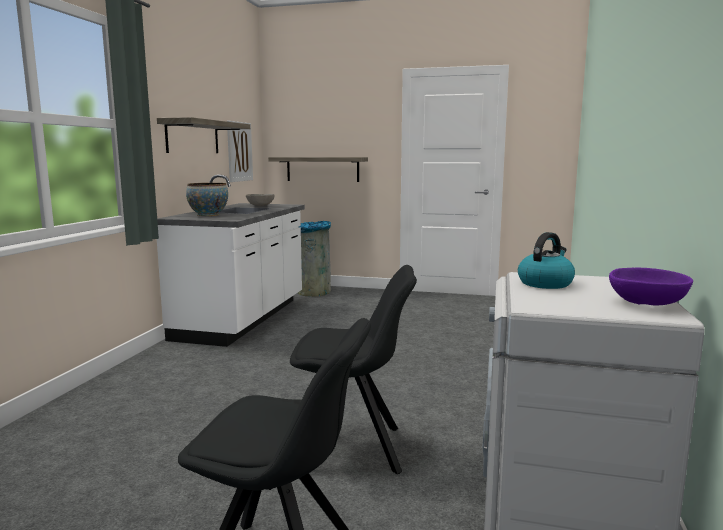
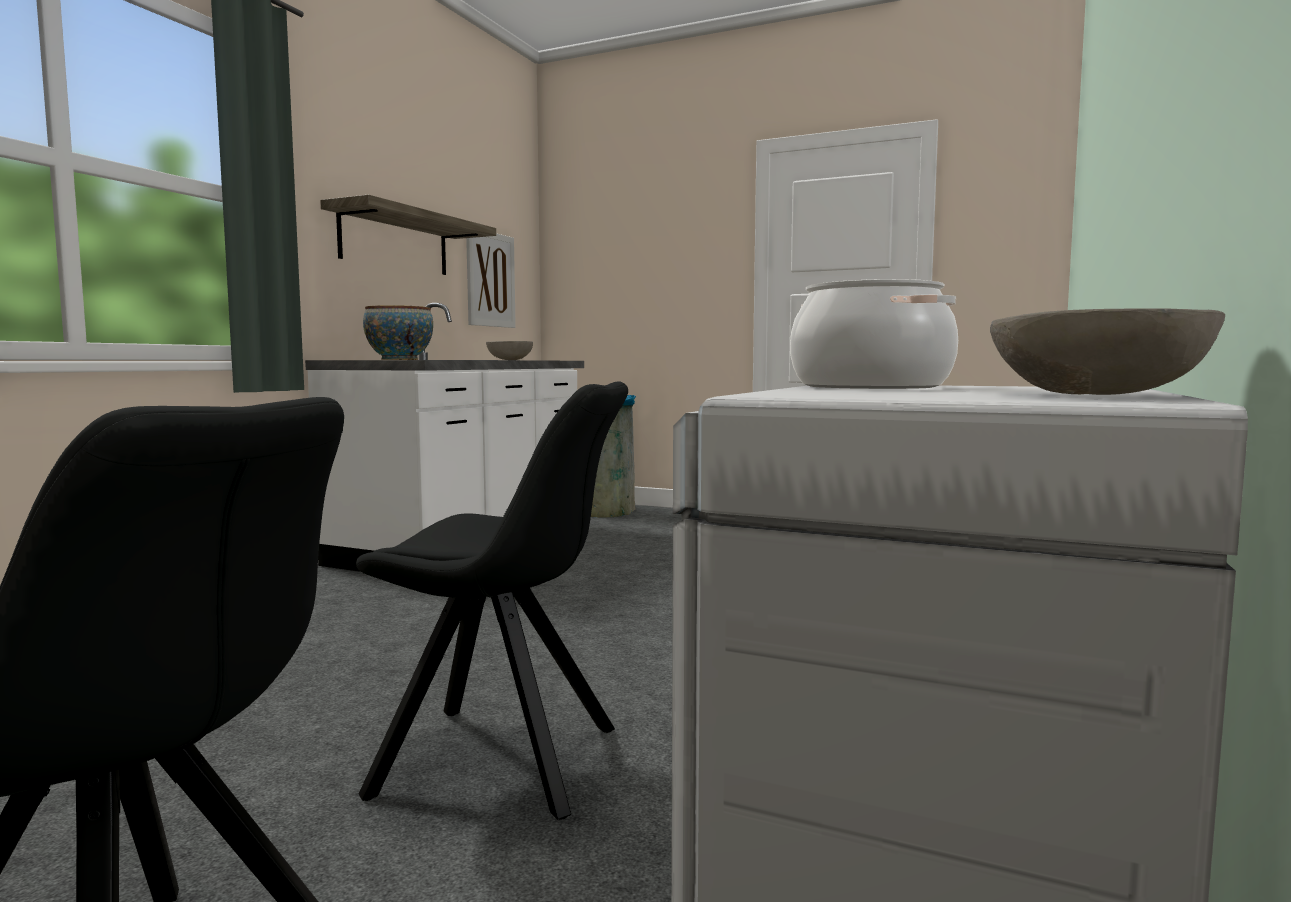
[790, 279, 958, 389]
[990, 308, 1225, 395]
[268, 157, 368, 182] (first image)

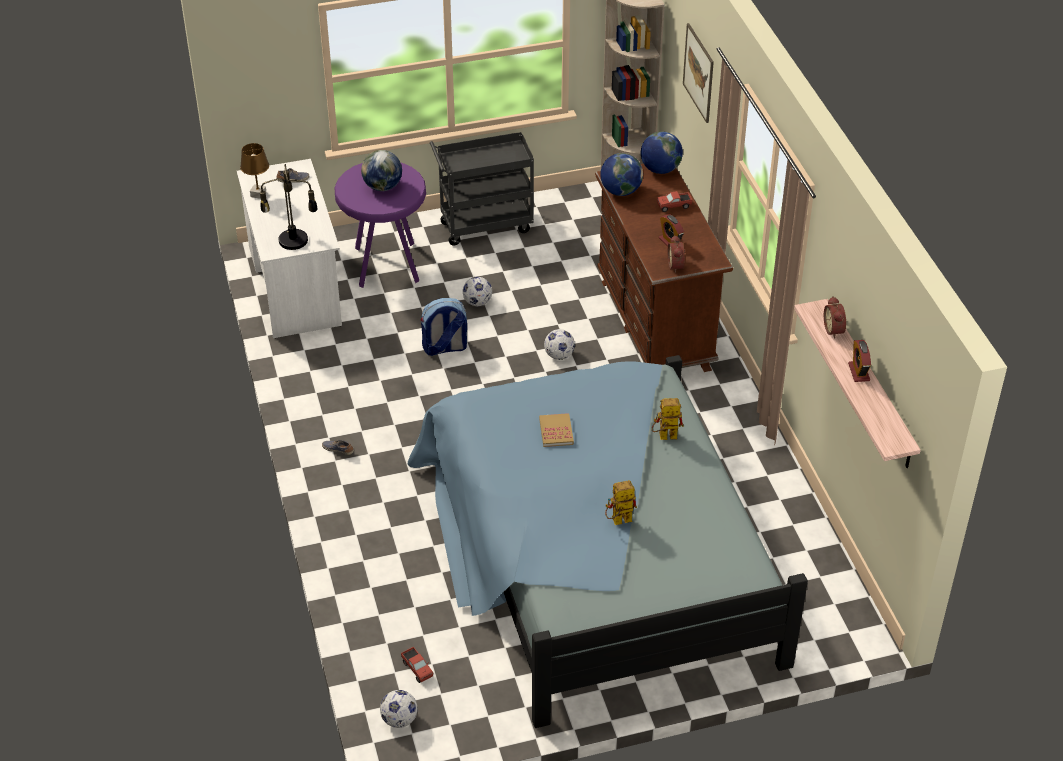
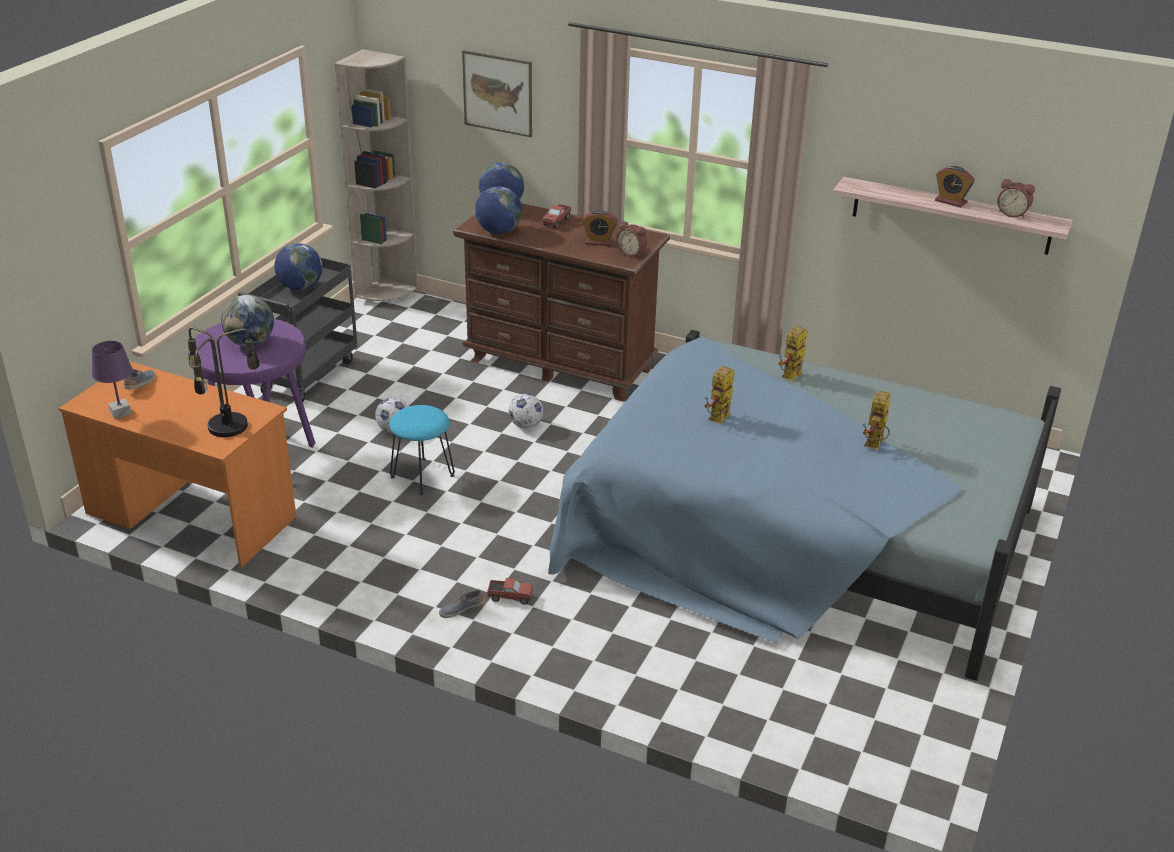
[59, 361, 296, 568]
[92, 341, 133, 419]
[274, 243, 322, 290]
[389, 405, 455, 496]
[487, 578, 533, 605]
[704, 366, 735, 424]
[997, 179, 1035, 218]
[380, 690, 417, 728] (first image)

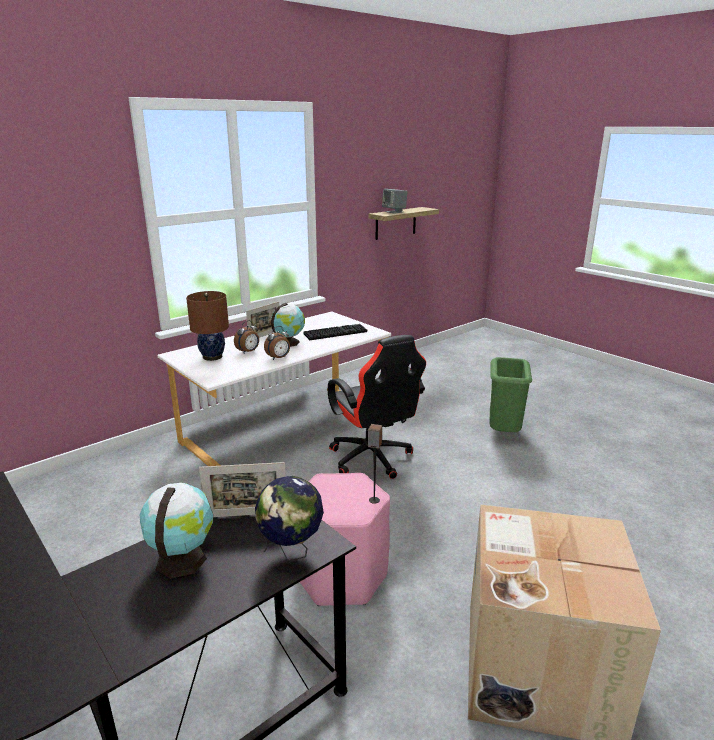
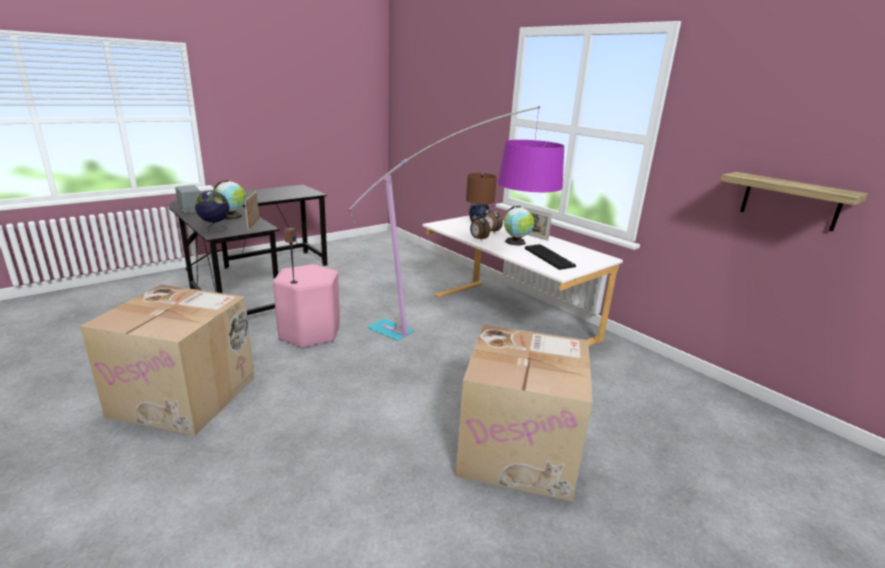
[175, 185, 201, 213]
[348, 106, 564, 341]
[456, 325, 593, 502]

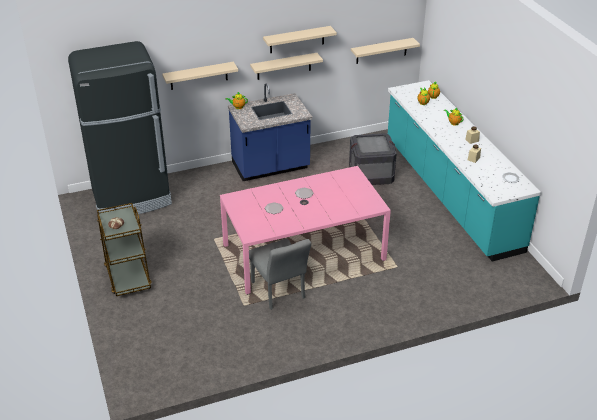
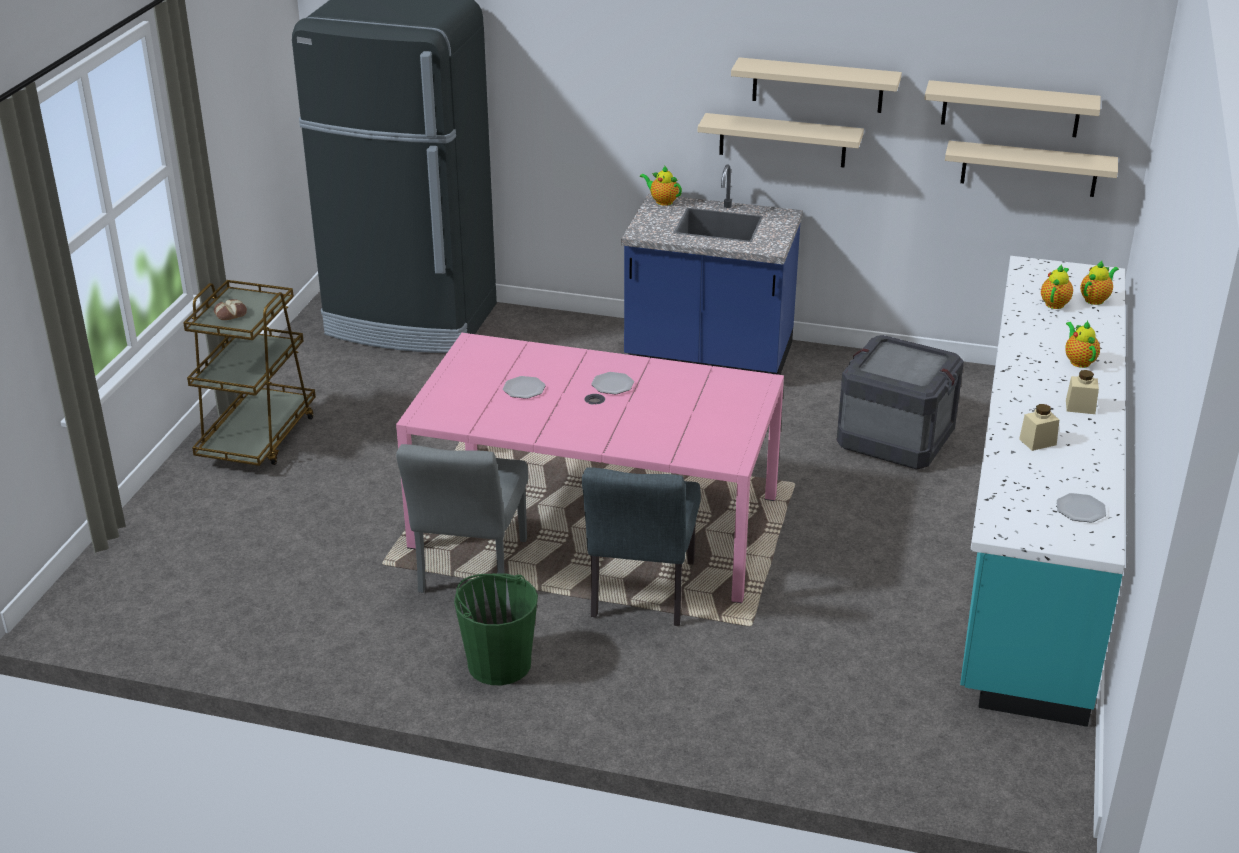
[454, 573, 538, 685]
[582, 467, 701, 626]
[924, 80, 1101, 137]

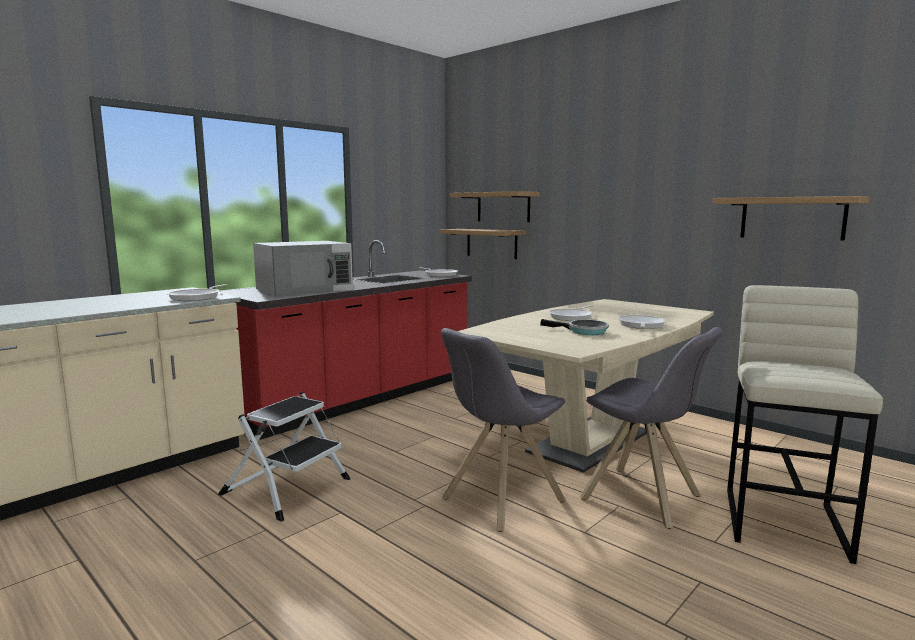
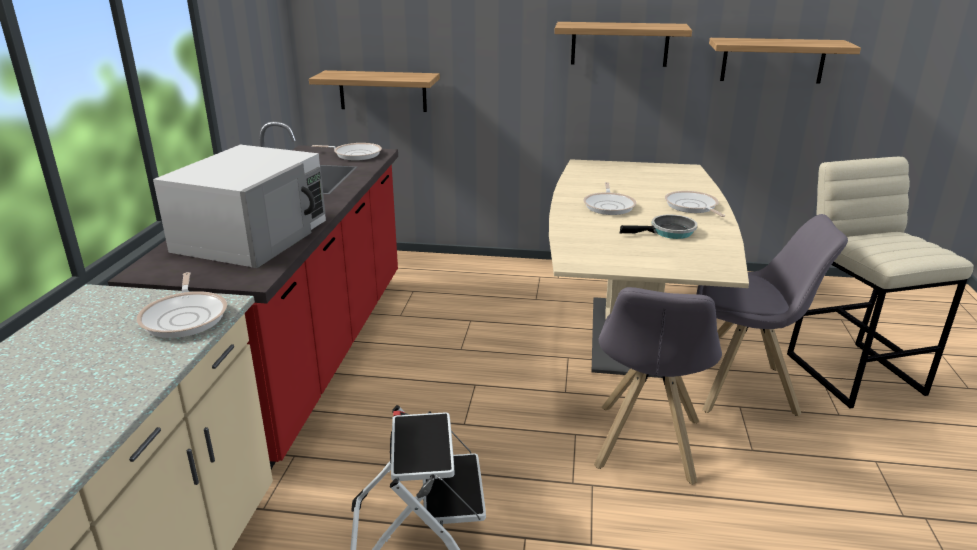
[554, 22, 692, 67]

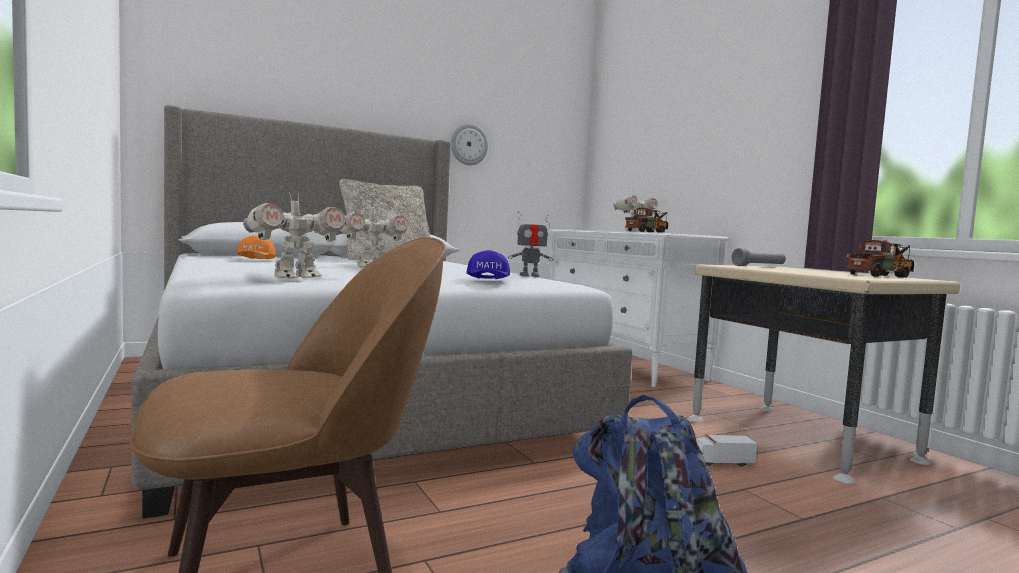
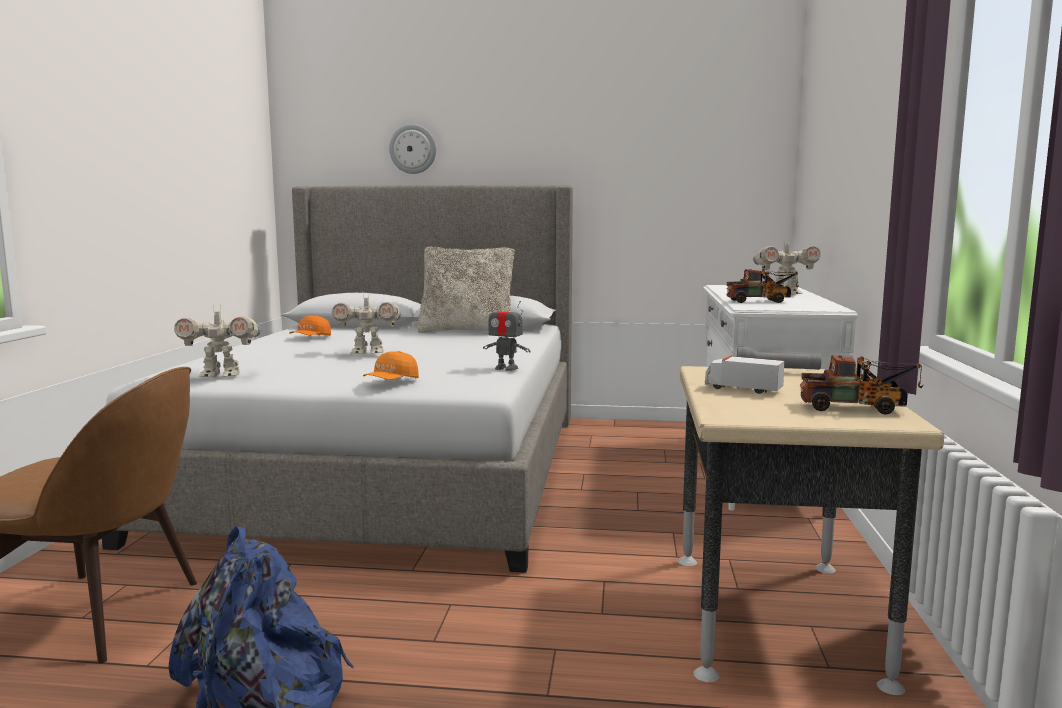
[363, 351, 419, 380]
[389, 124, 436, 174]
[705, 355, 785, 394]

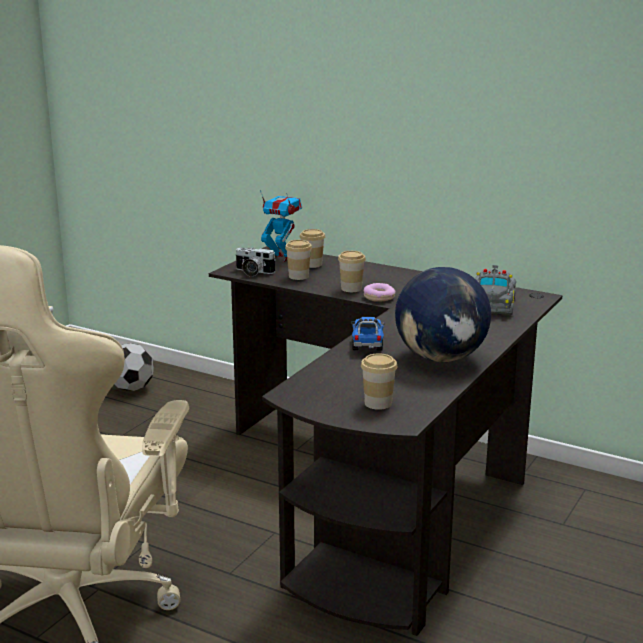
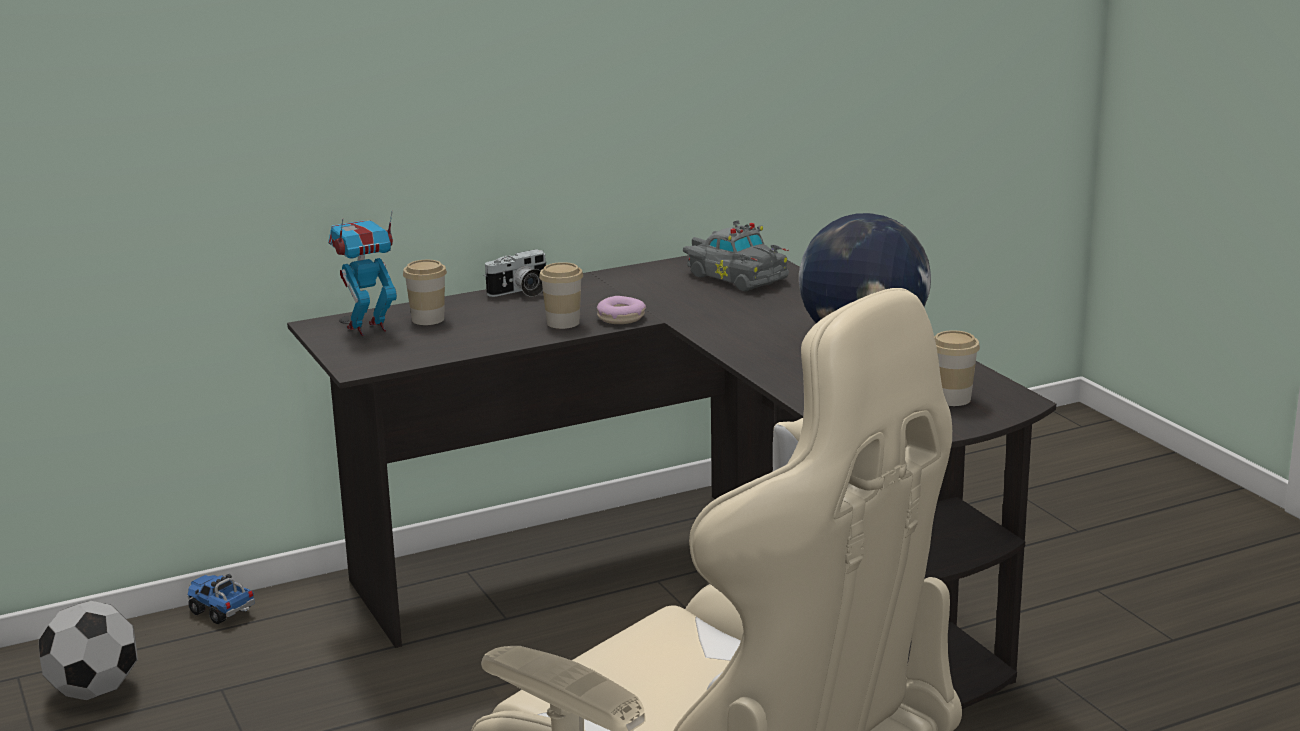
[187, 574, 255, 624]
[484, 249, 547, 297]
[285, 240, 312, 280] (first image)

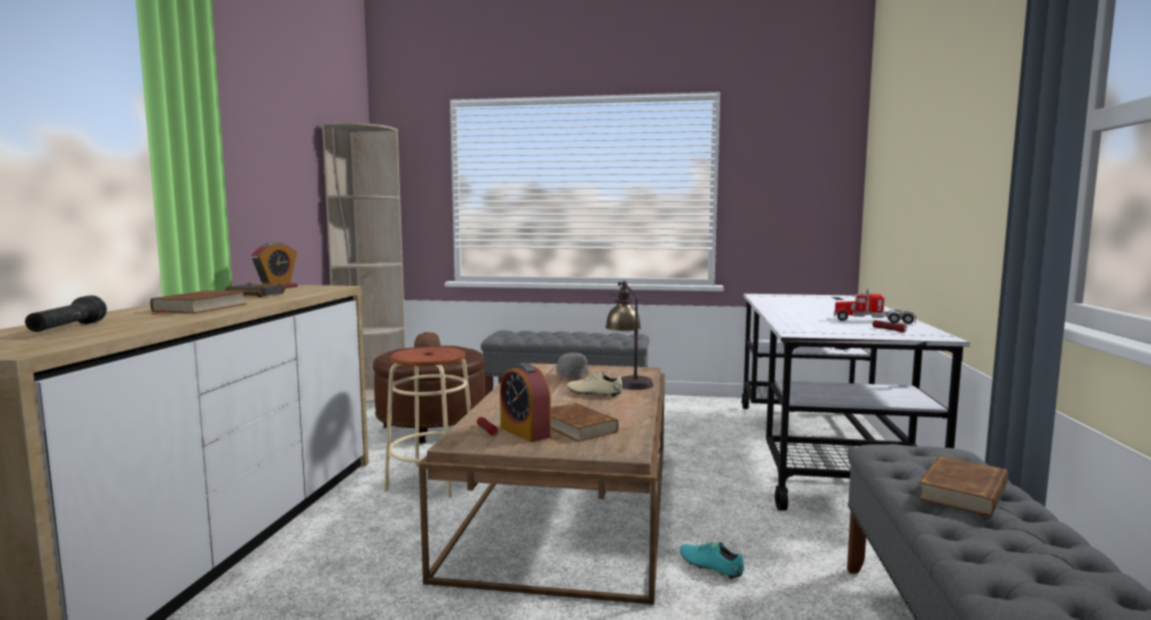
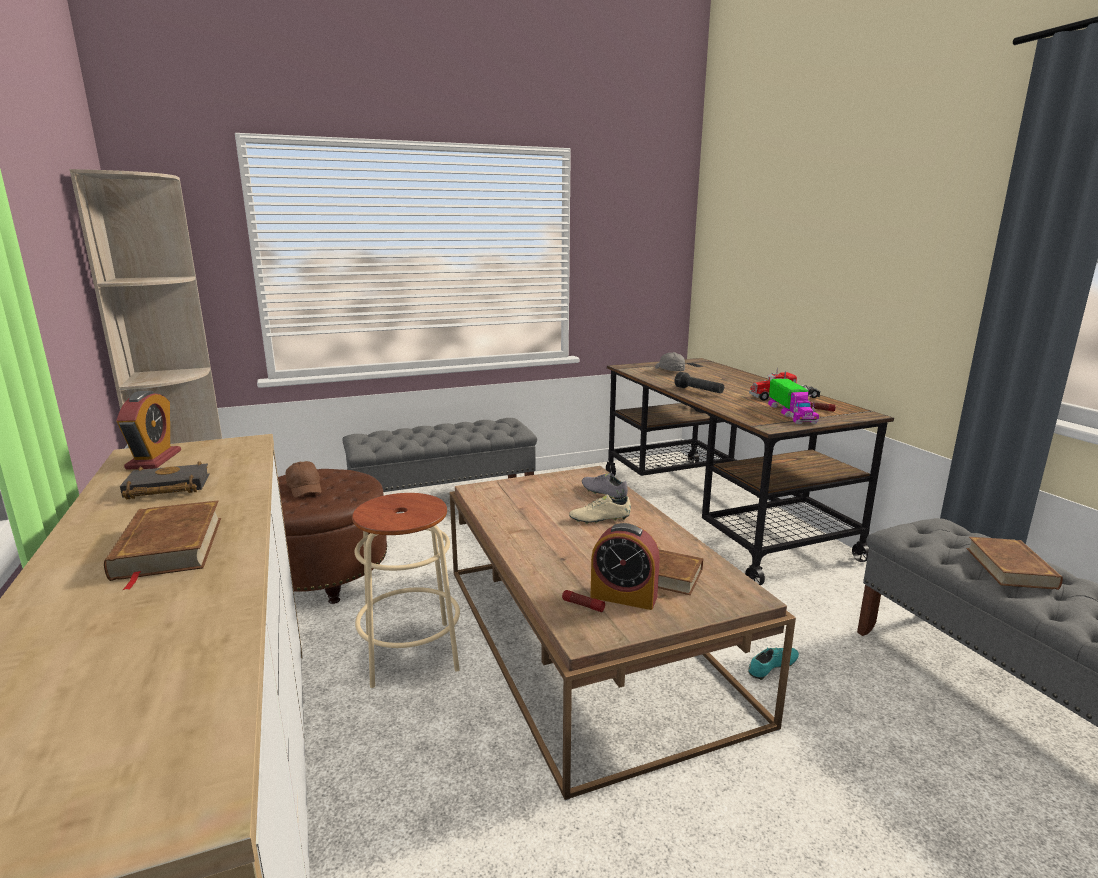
[582, 473, 628, 500]
[606, 358, 894, 585]
[655, 352, 685, 371]
[674, 372, 724, 393]
[748, 648, 799, 680]
[768, 379, 819, 424]

